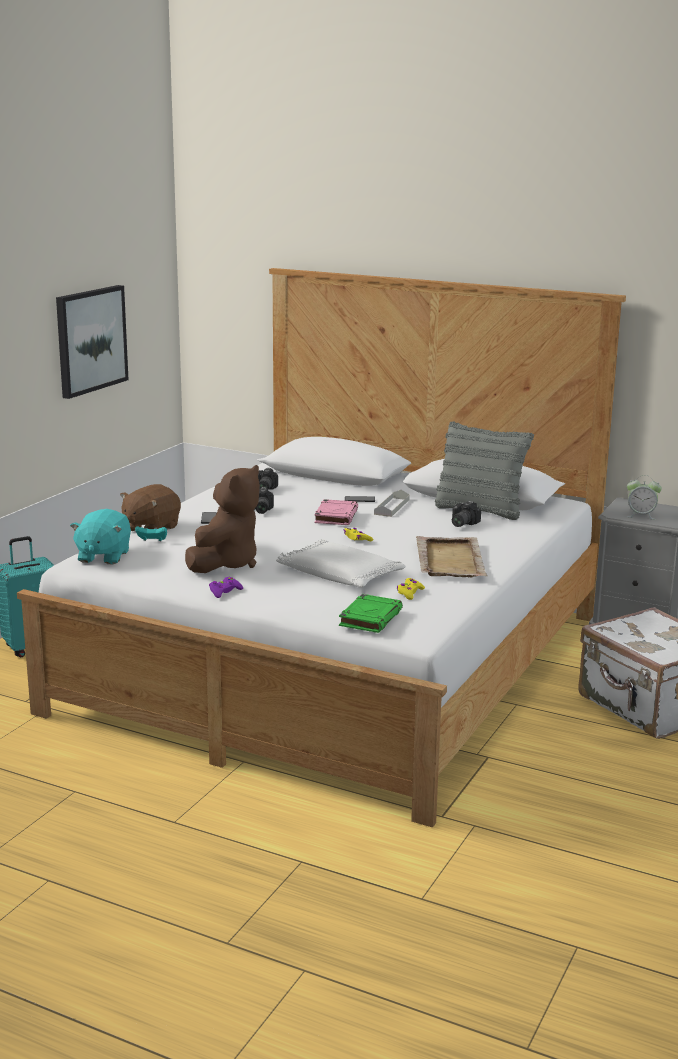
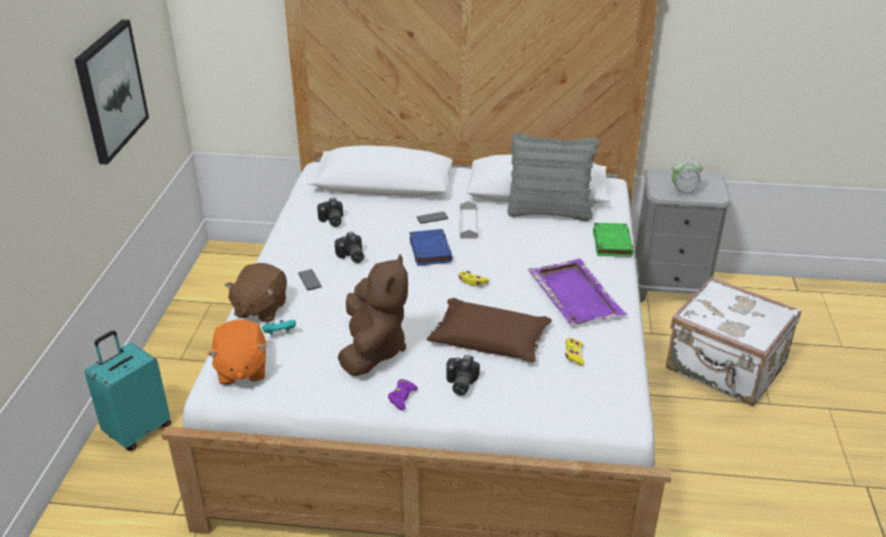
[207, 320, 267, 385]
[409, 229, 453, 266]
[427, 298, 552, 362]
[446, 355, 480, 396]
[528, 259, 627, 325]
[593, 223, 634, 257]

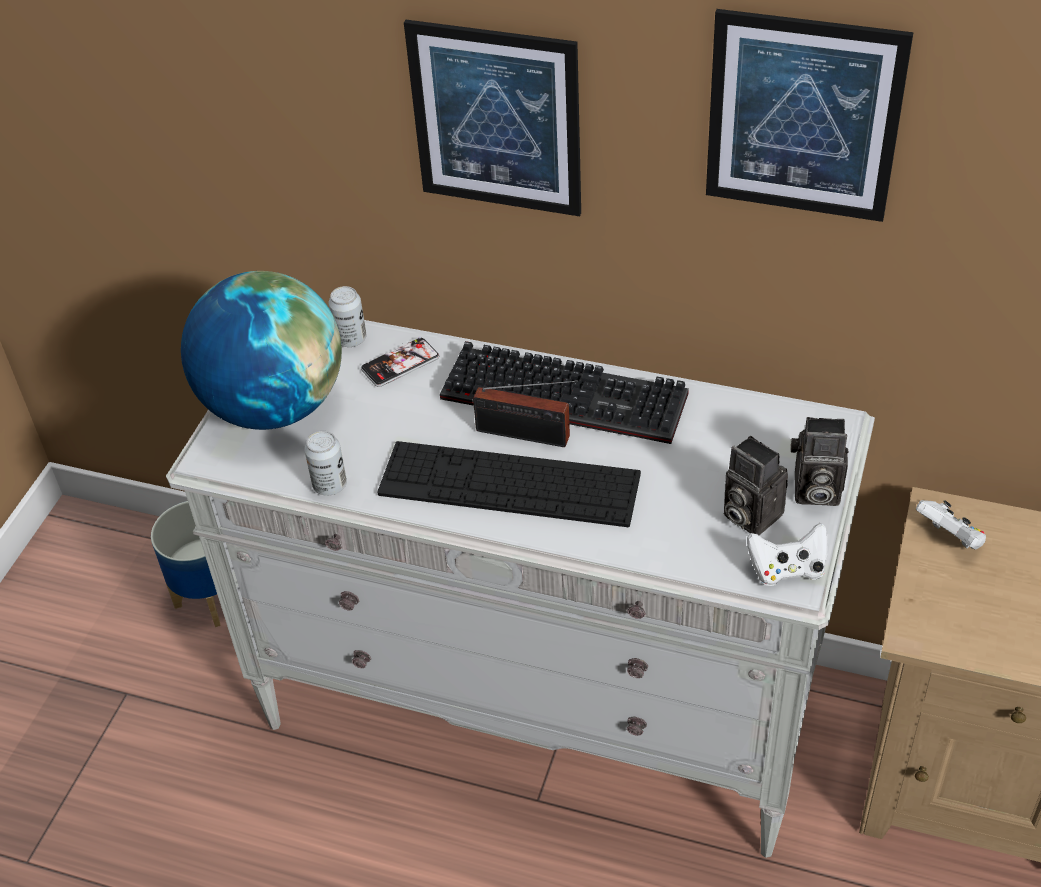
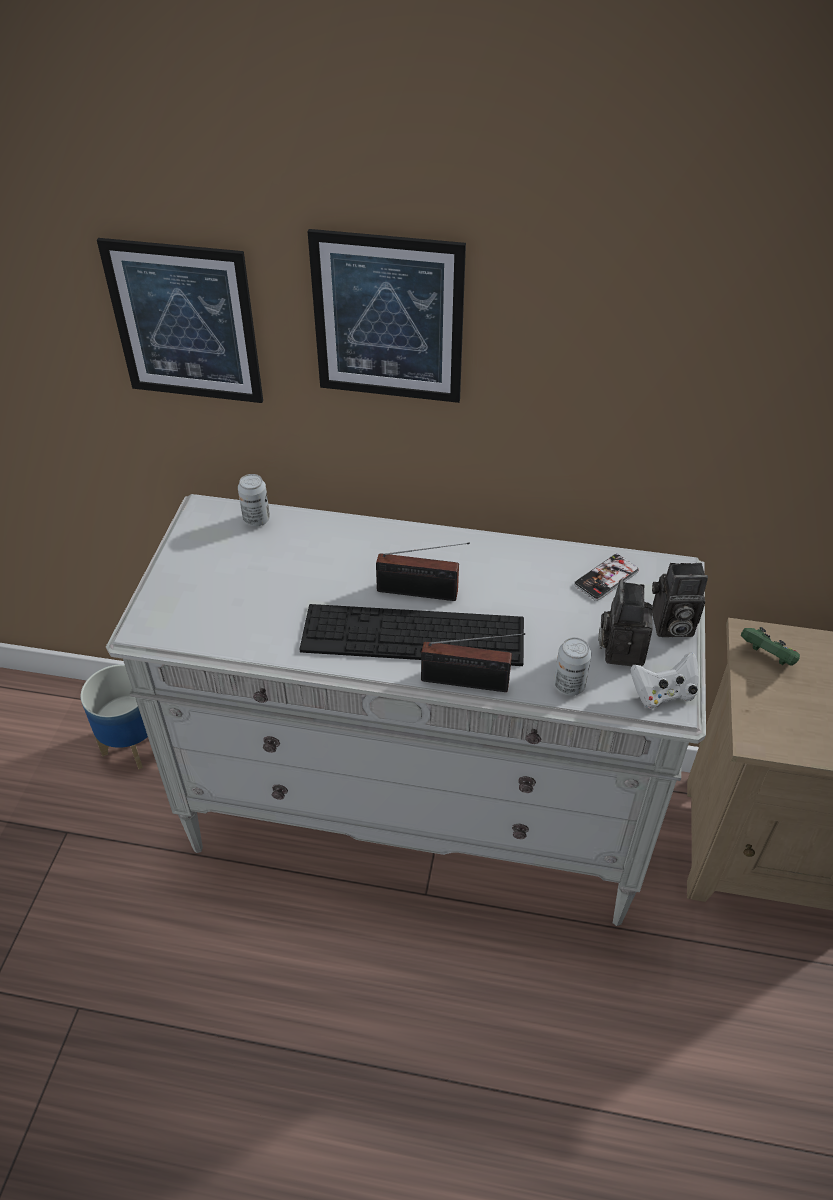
[97, 238, 263, 403]
[421, 633, 525, 692]
[554, 637, 591, 696]
[574, 553, 639, 601]
[598, 579, 653, 666]
[741, 627, 800, 666]
[181, 271, 342, 430] (first image)
[440, 341, 689, 444] (first image)

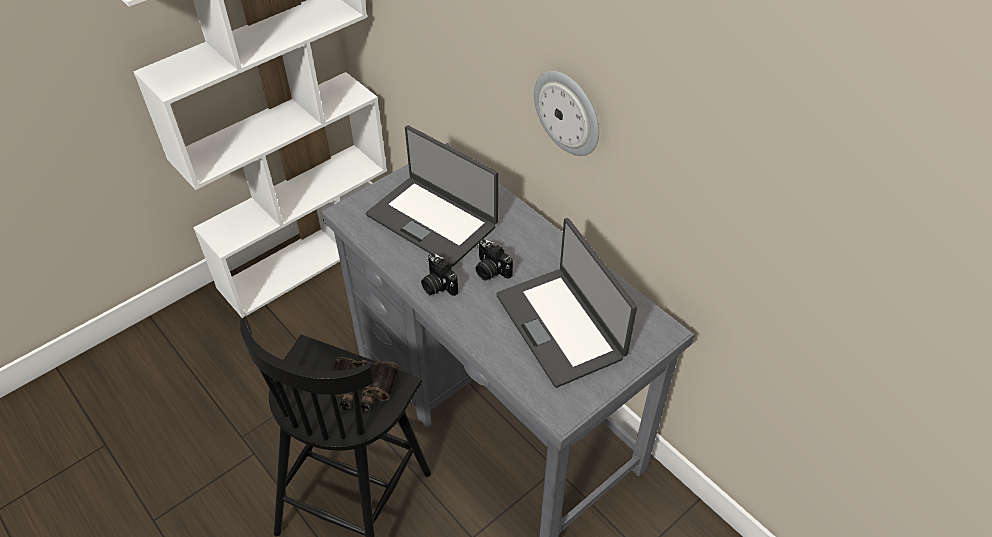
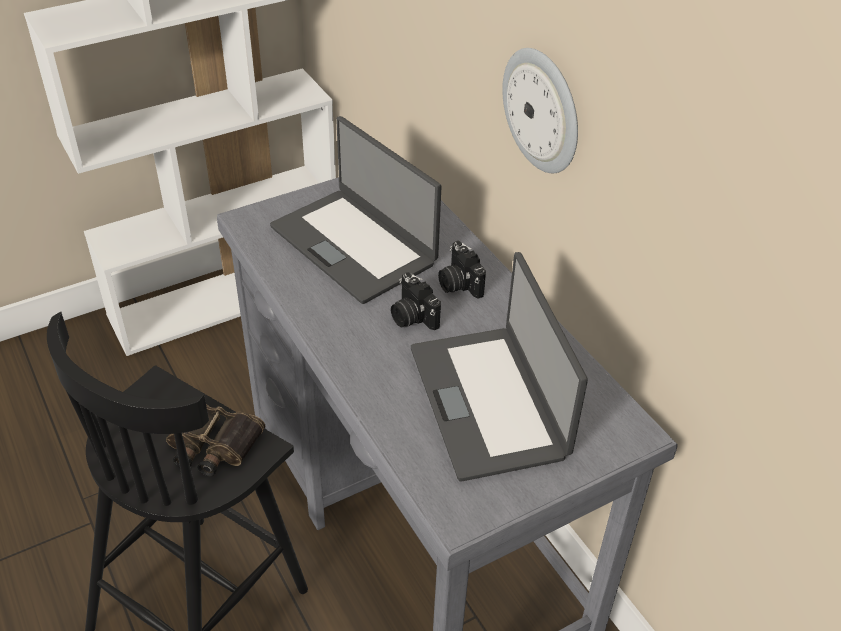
[438, 241, 486, 299]

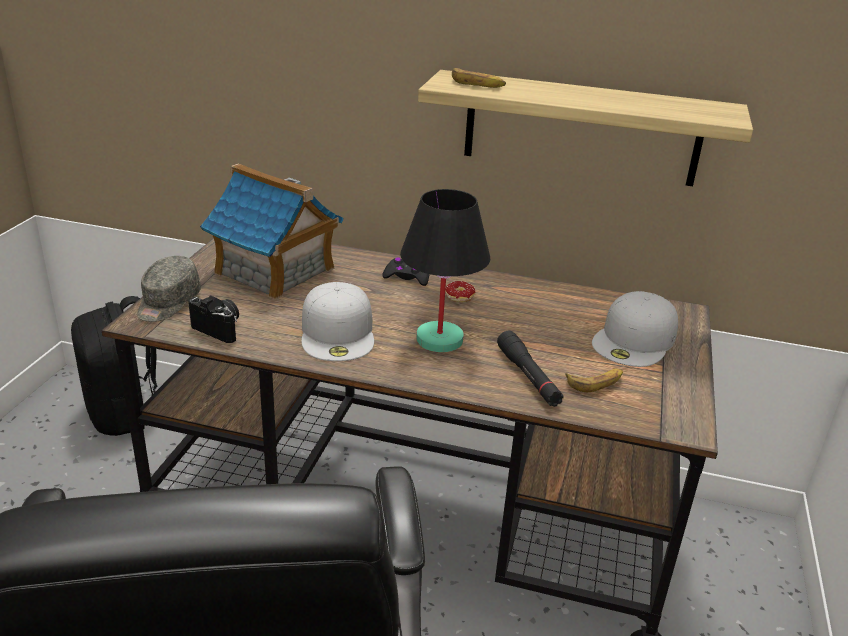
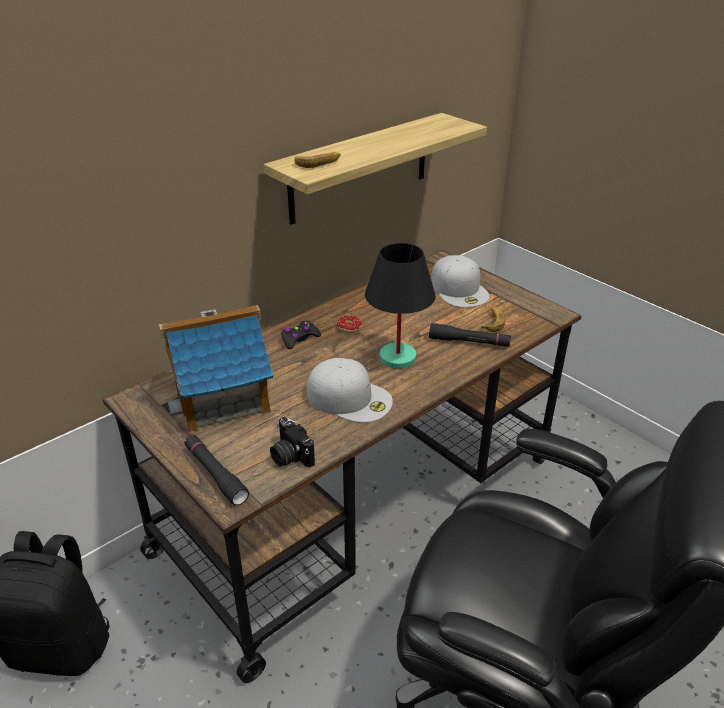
[184, 435, 249, 506]
[270, 417, 315, 467]

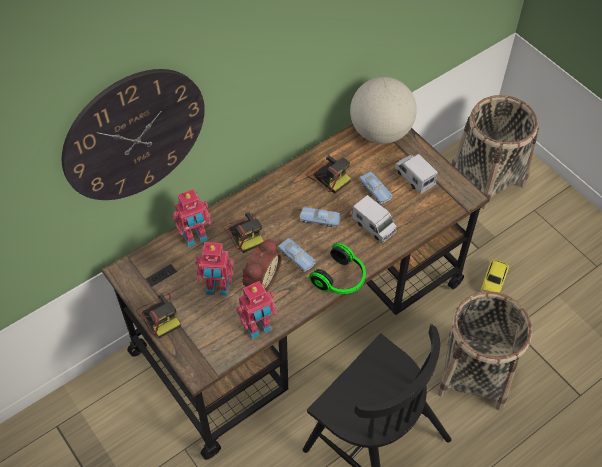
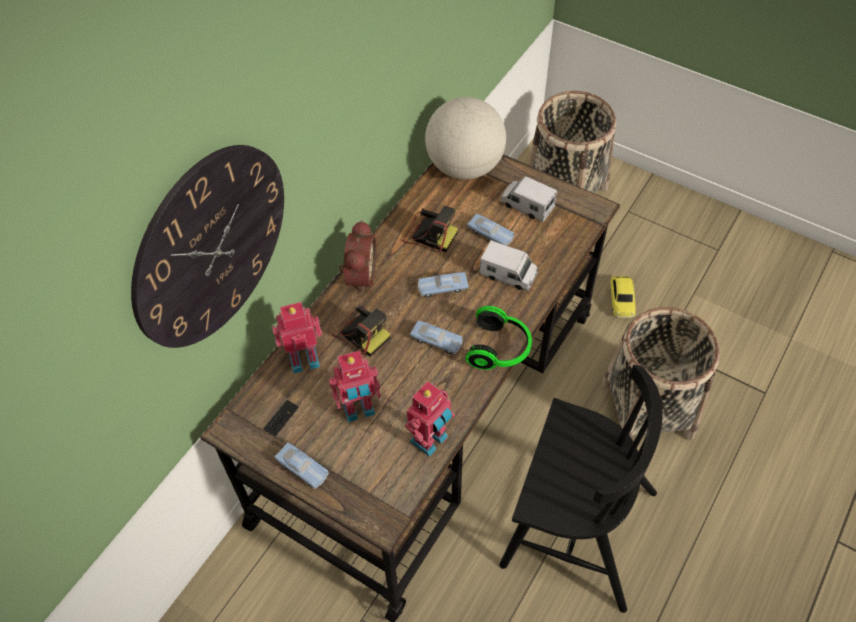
[272, 302, 322, 374]
[274, 442, 329, 489]
[339, 220, 377, 293]

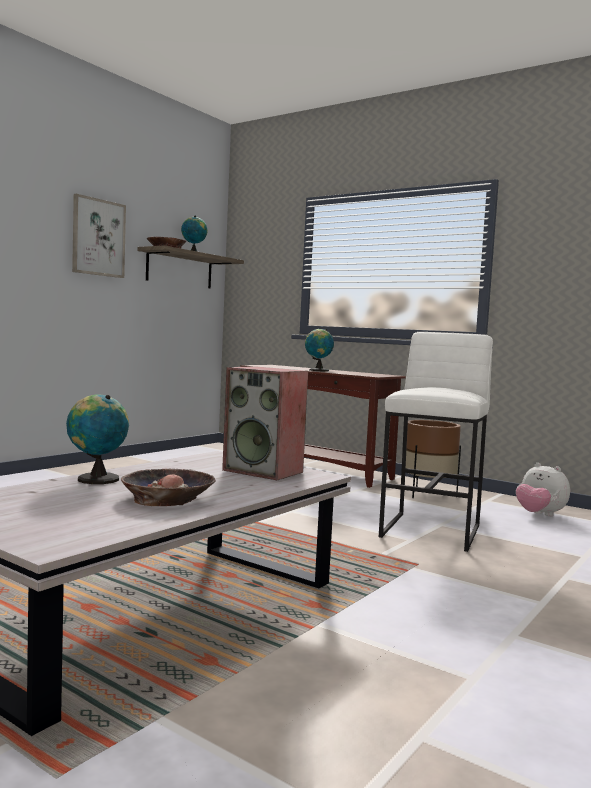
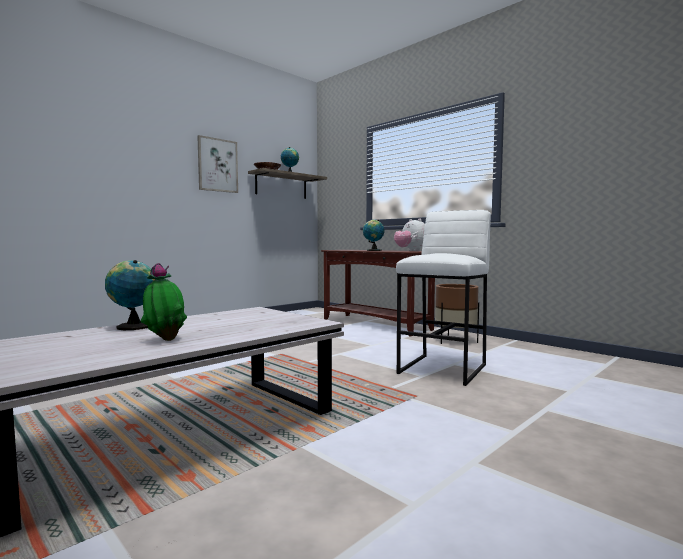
[140, 263, 187, 341]
[394, 218, 425, 251]
[222, 366, 308, 480] (first image)

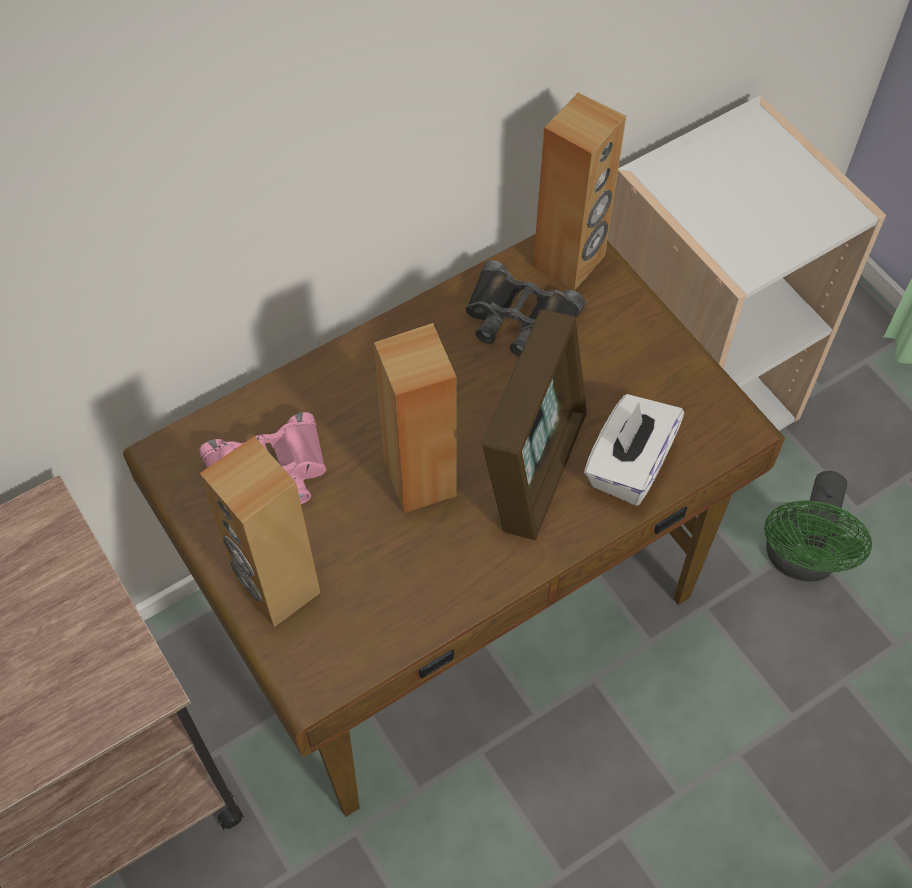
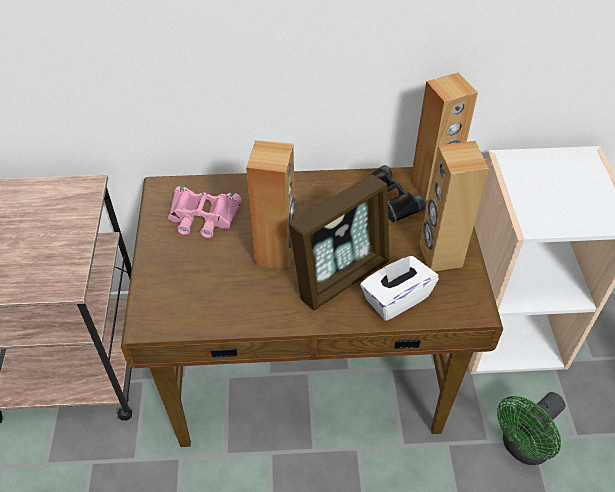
[420, 141, 489, 271]

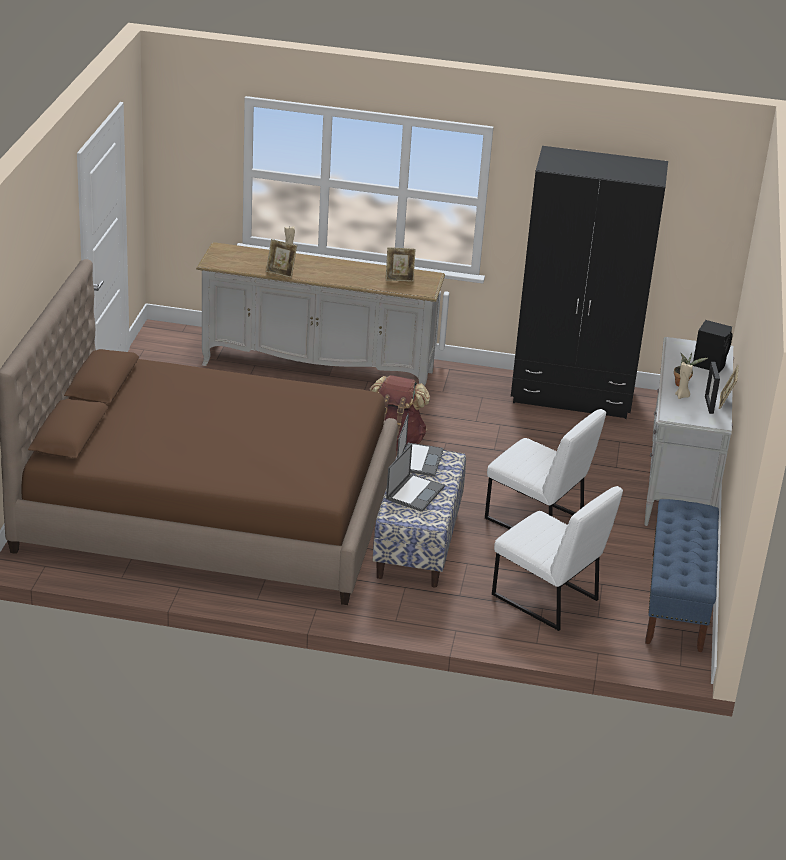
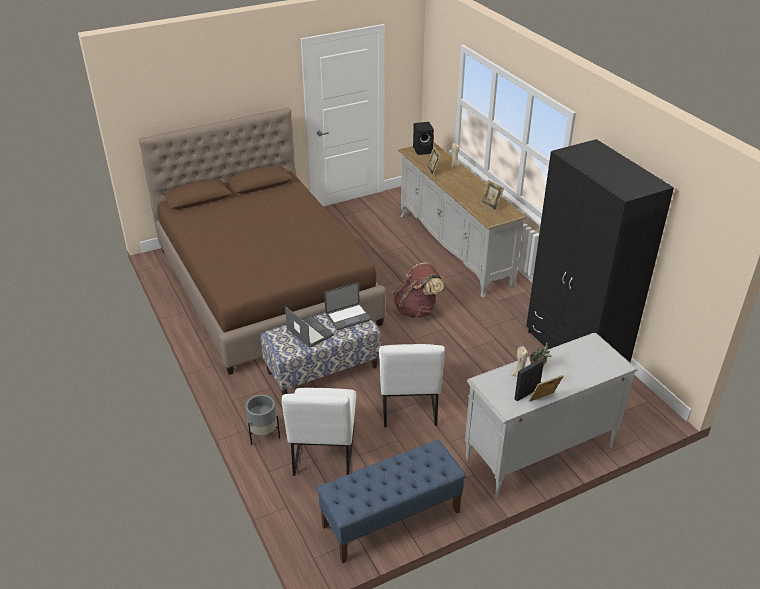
[245, 394, 280, 445]
[285, 306, 334, 348]
[413, 122, 434, 155]

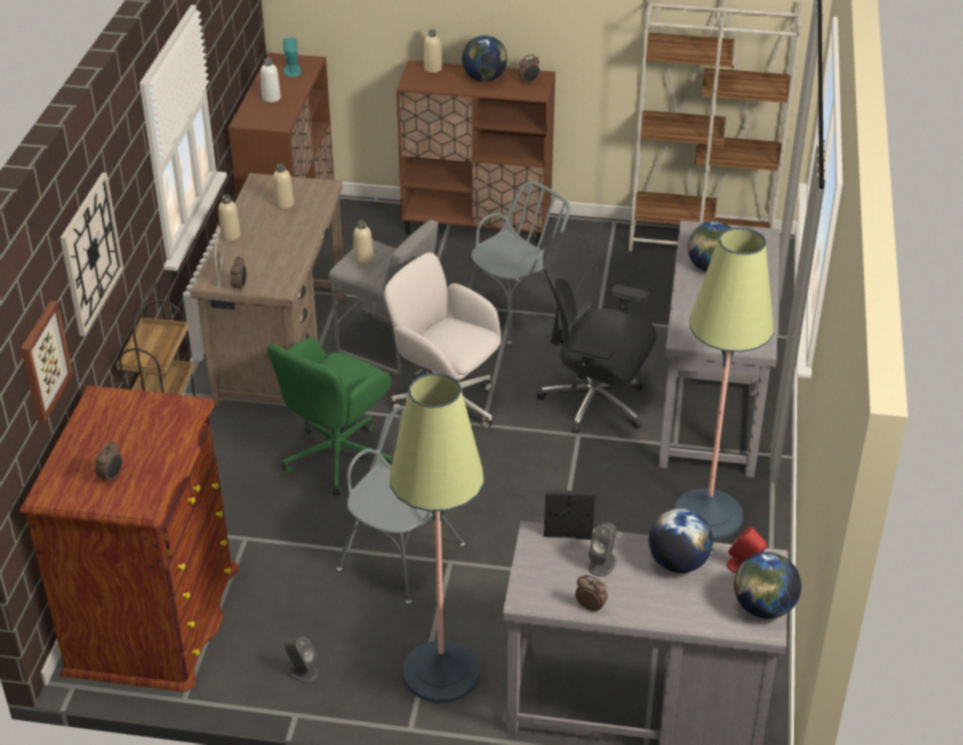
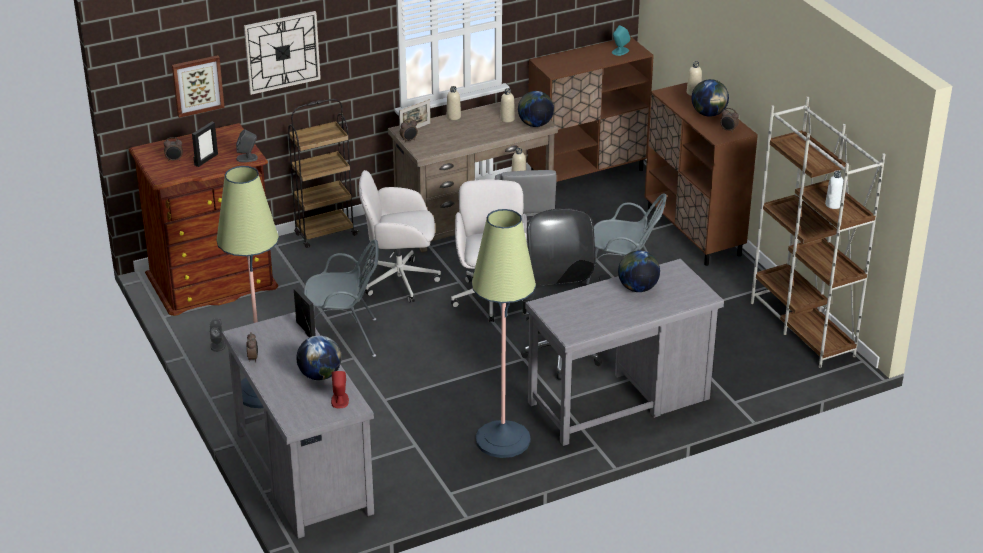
[192, 122, 218, 167]
[236, 129, 258, 162]
[359, 170, 441, 303]
[518, 91, 554, 127]
[825, 171, 843, 209]

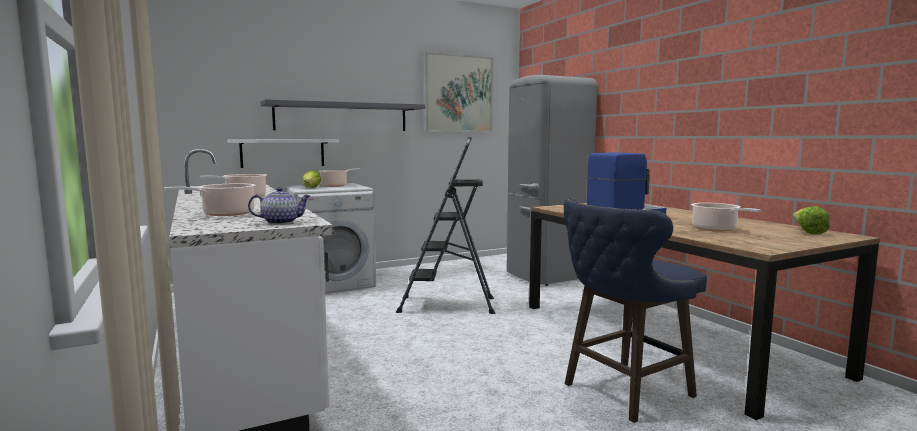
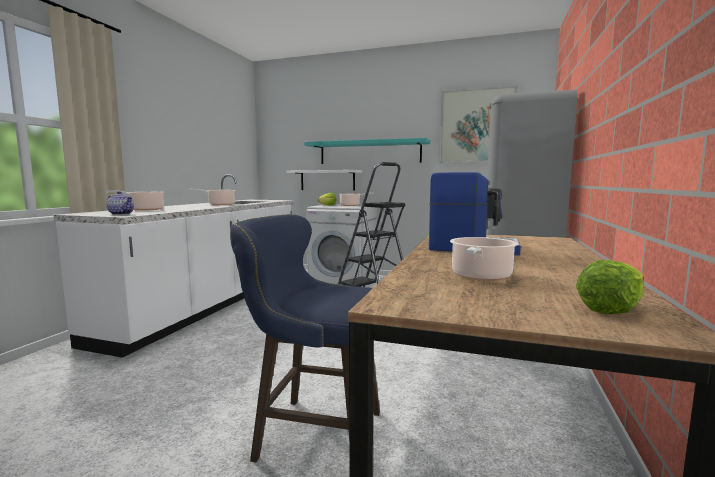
[304, 138, 430, 164]

